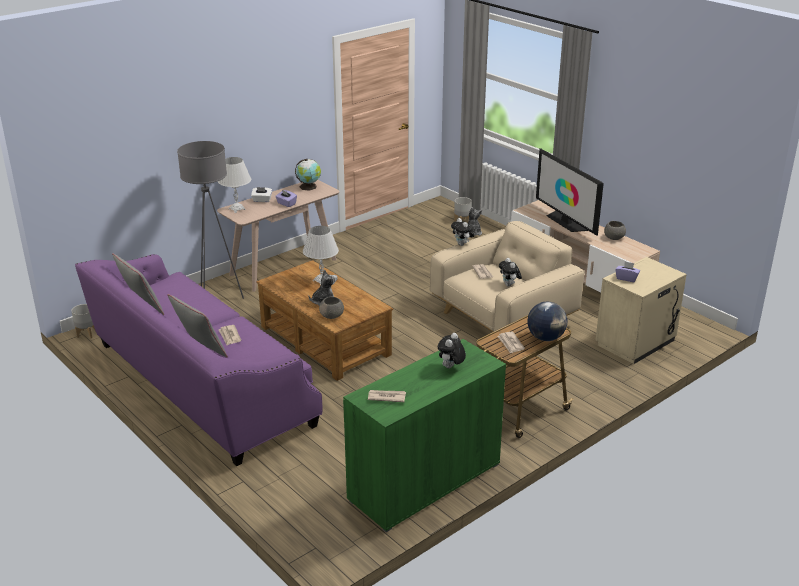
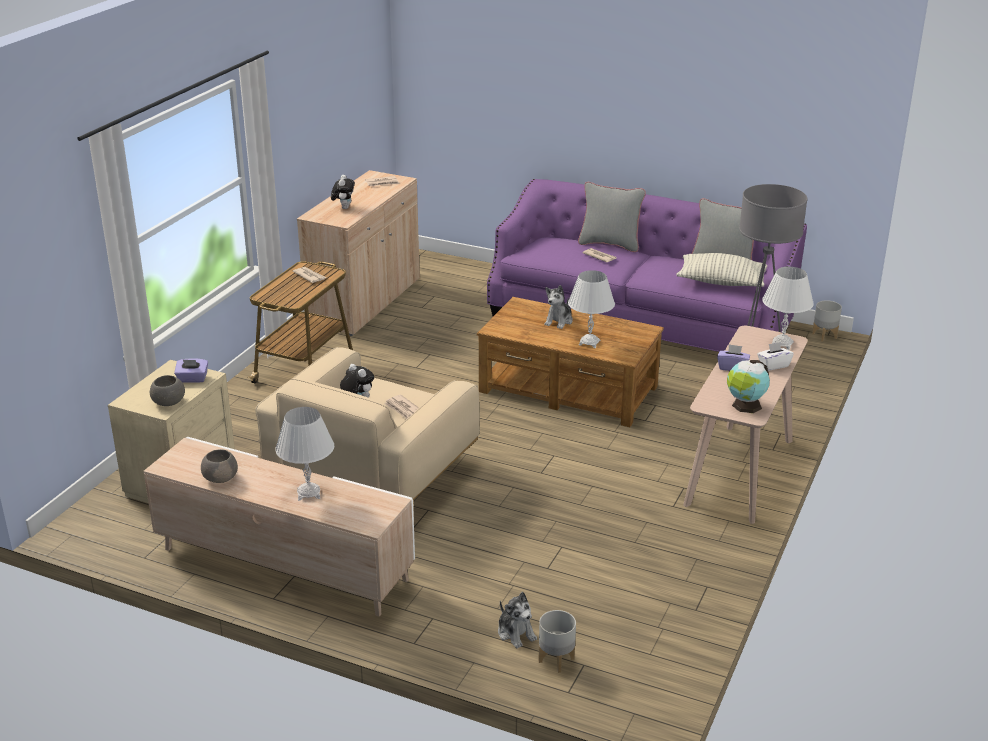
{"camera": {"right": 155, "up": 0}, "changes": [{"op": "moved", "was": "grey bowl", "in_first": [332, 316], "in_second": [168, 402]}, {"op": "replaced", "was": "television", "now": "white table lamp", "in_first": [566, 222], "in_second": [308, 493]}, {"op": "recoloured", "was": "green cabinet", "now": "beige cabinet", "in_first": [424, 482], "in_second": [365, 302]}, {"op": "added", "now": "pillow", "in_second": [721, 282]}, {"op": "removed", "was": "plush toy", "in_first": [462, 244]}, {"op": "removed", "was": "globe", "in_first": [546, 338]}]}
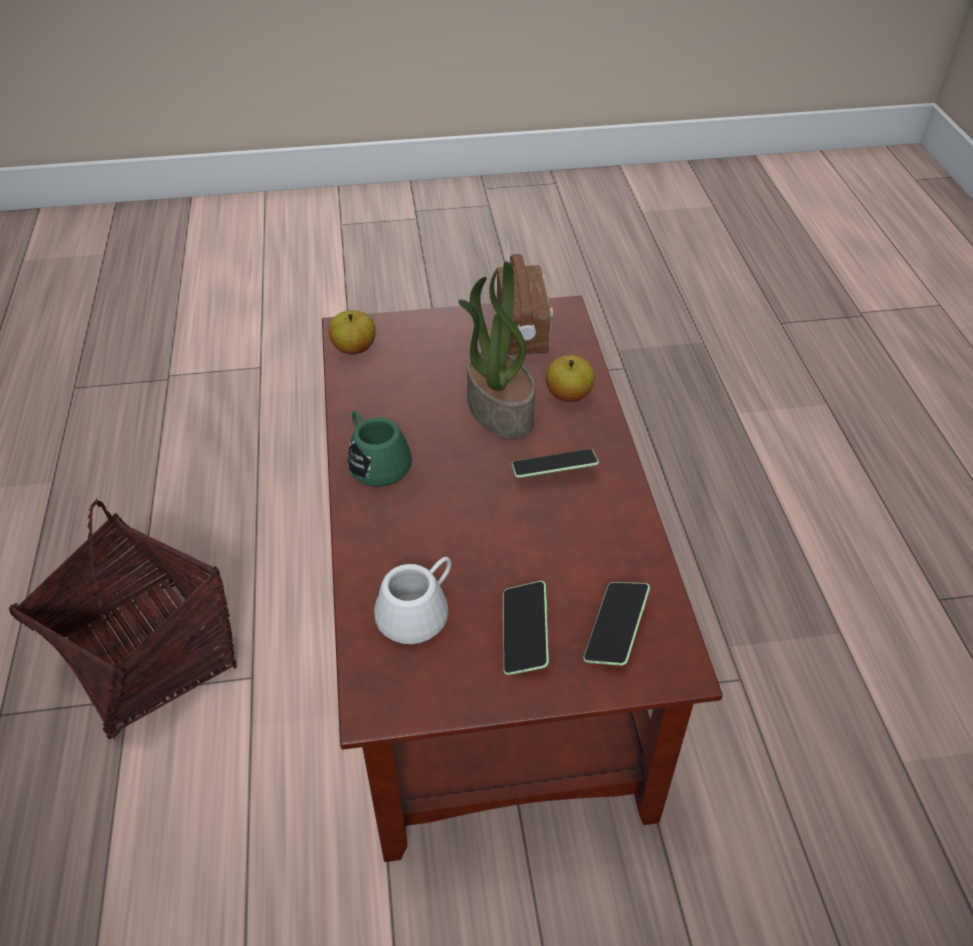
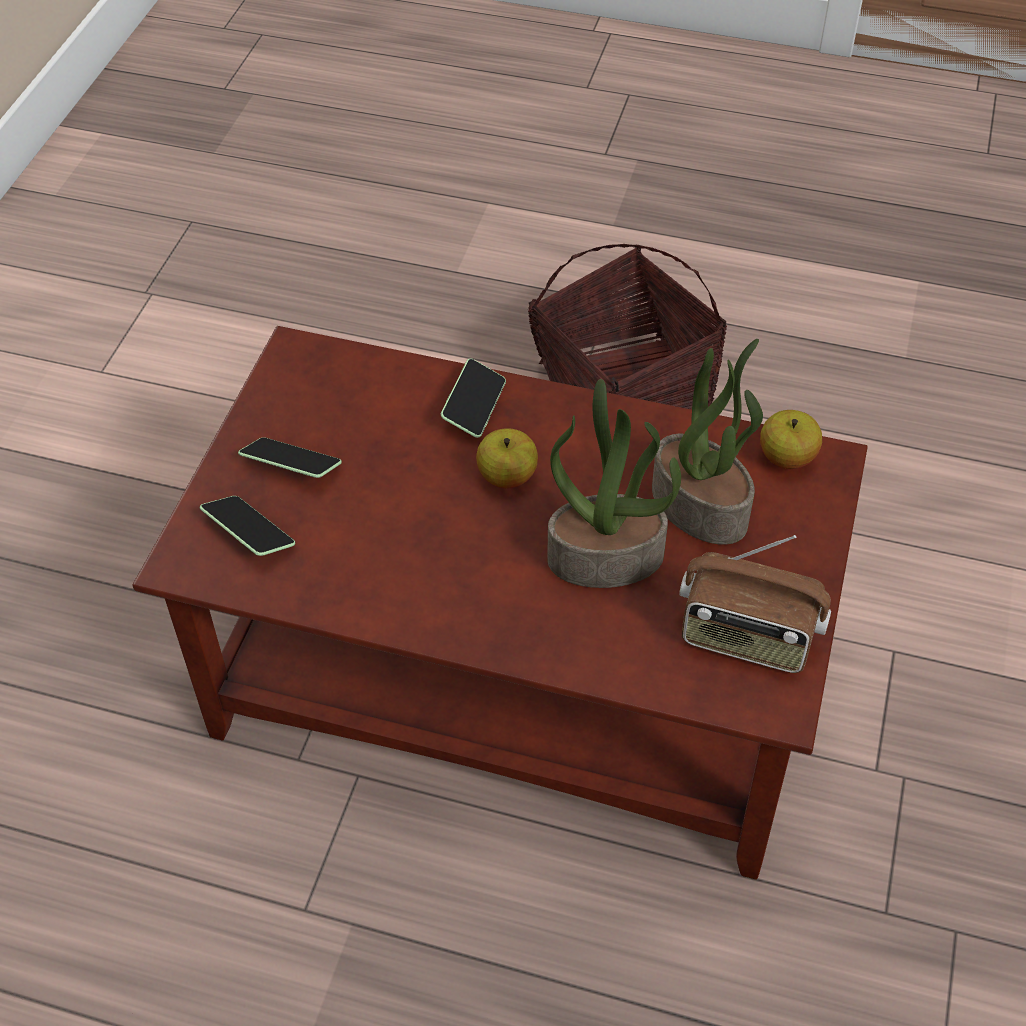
{"camera": {"right": 115, "up": 5}, "changes": [{"op": "moved", "was": "phone", "in_first": [554, 472], "in_second": [474, 407]}, {"op": "moved", "was": "apple", "in_first": [568, 395], "in_second": [507, 476]}, {"op": "added", "now": "potted plant", "in_second": [701, 506]}, {"op": "removed", "was": "green mug", "in_first": [375, 461]}, {"op": "removed", "was": "white mug", "in_first": [419, 610]}]}
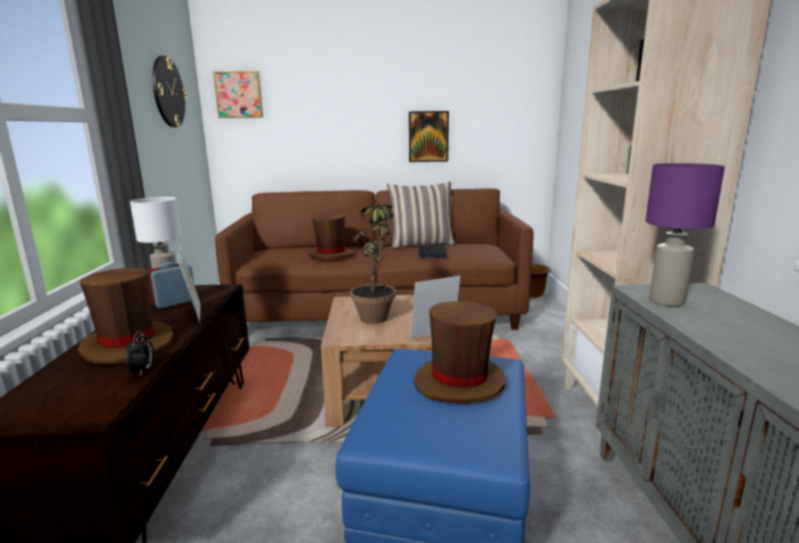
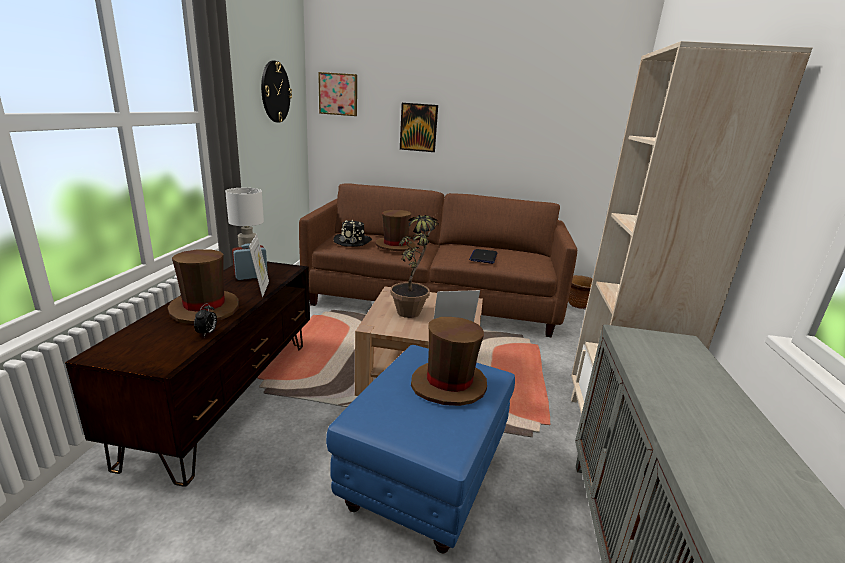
{"camera": {"right": 10, "up": 5}, "changes": [{"op": "added", "now": "black hat", "in_second": [353, 241]}, {"op": "moved", "was": "picture", "in_first": [428, 136], "in_second": [418, 127]}, {"op": "removed", "was": "pillow", "in_first": [422, 244]}, {"op": "removed", "was": "purple table lamp", "in_first": [667, 301]}]}
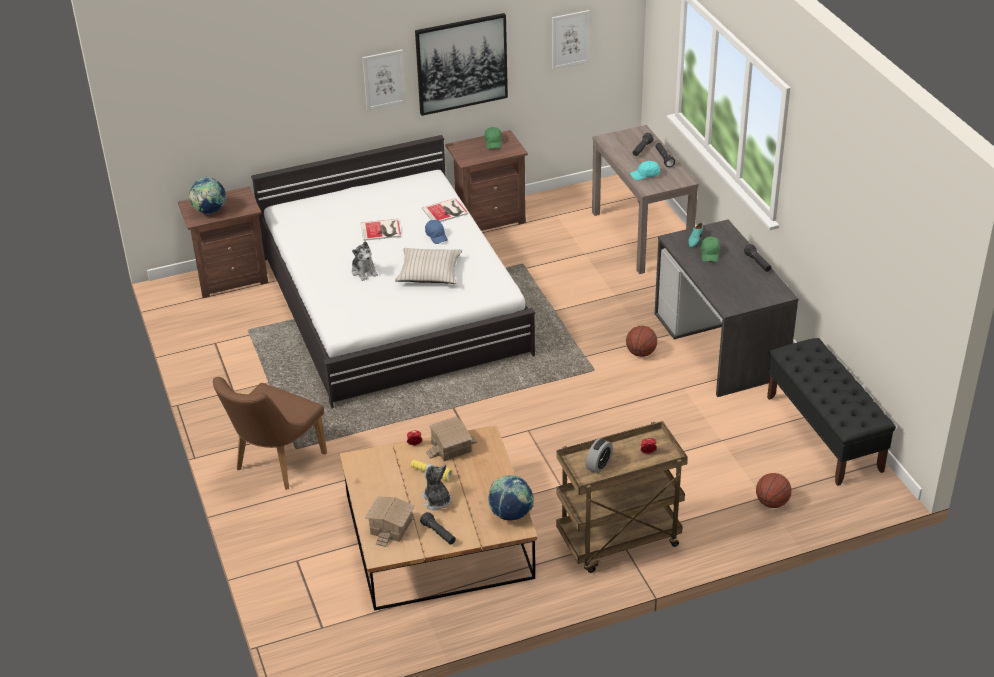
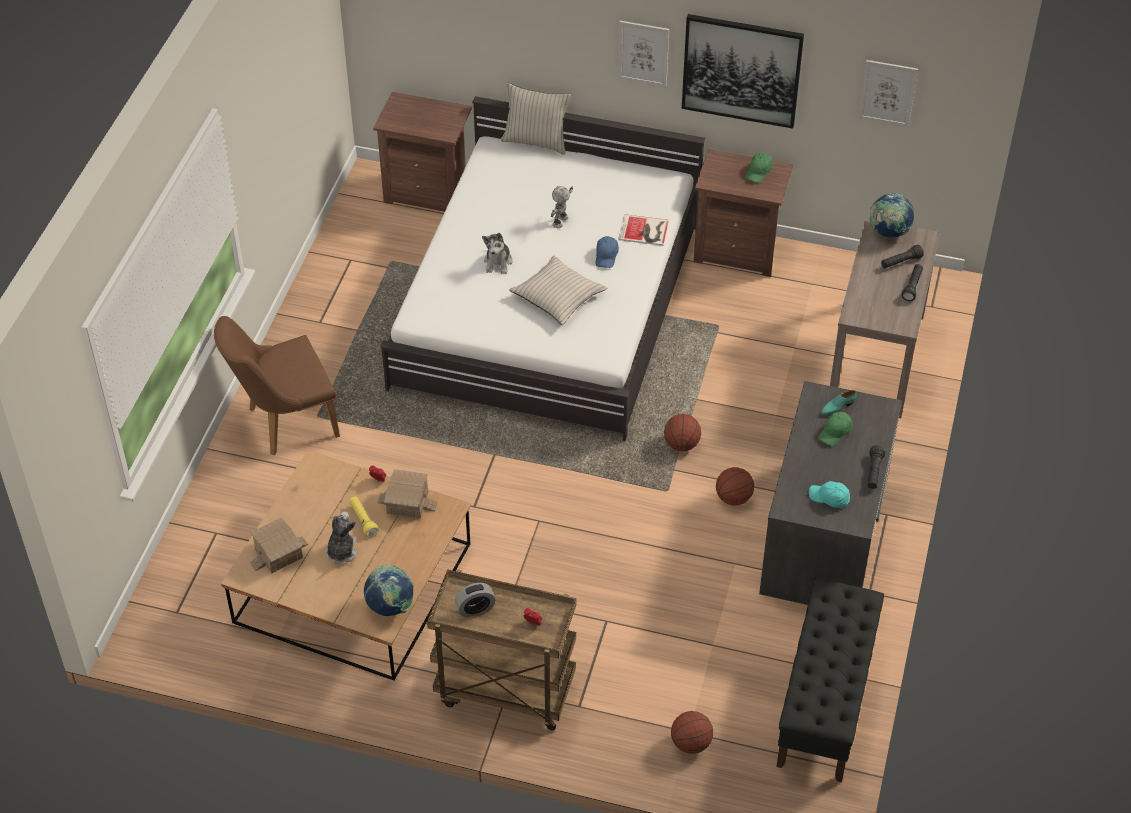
{"camera": {"right": 35, "up": 10}, "changes": [{"op": "added", "now": "beige pillow", "in_second": [536, 141]}, {"op": "replaced", "was": "book", "now": "toy robot", "in_first": [382, 230], "in_second": [561, 221]}, {"op": "added", "now": "basketball", "in_second": [681, 444]}, {"op": "moved", "was": "turquoise cap", "in_first": [645, 175], "in_second": [829, 498]}, {"op": "moved", "was": "globe", "in_first": [209, 211], "in_second": [888, 232]}, {"op": "removed", "was": "black flashlight", "in_first": [439, 534]}]}
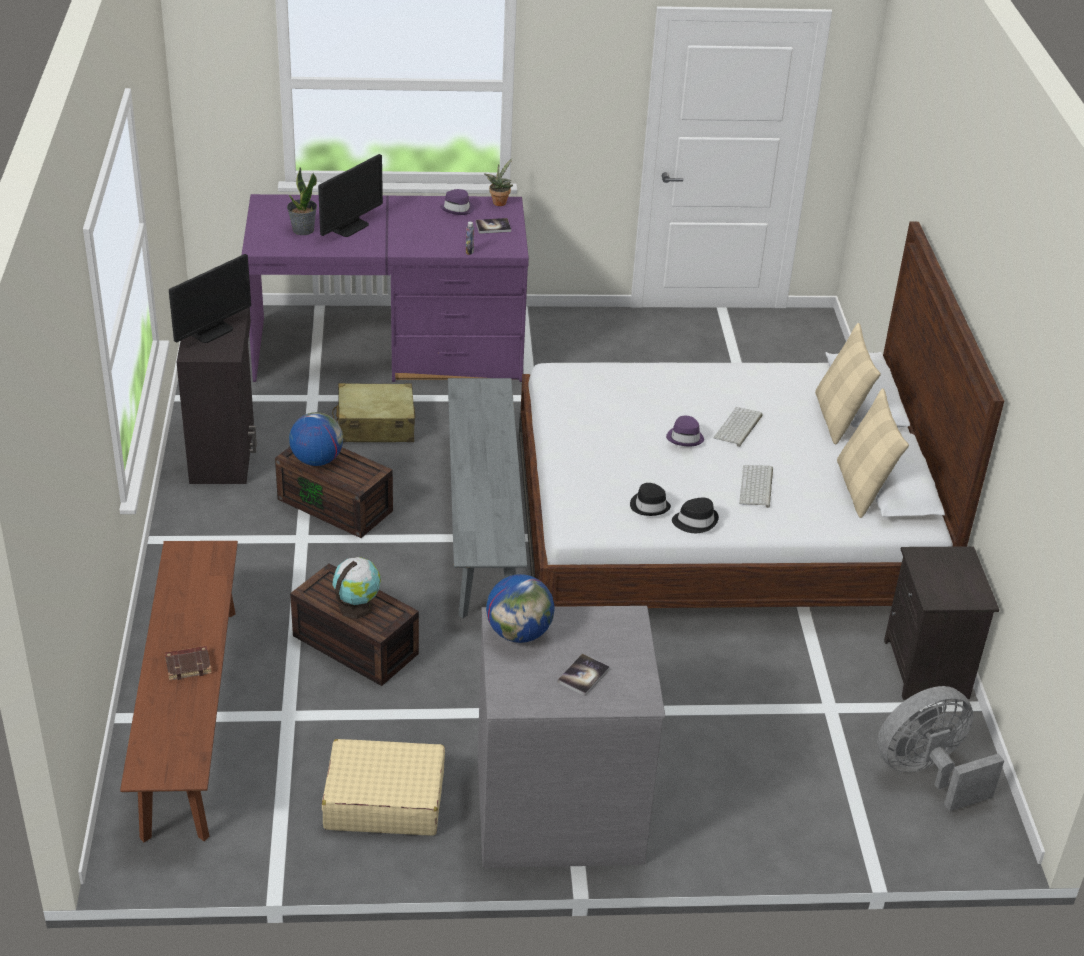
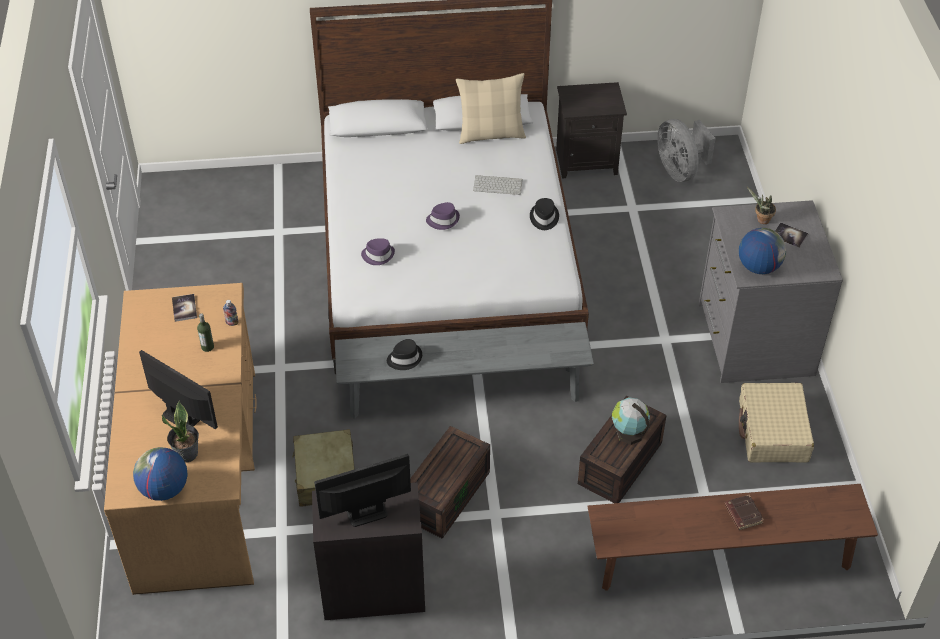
{"camera": {"right": -90, "up": 10}, "changes": [{"op": "recoloured", "was": "purple desk", "now": "brown desk", "in_first": [388, 351], "in_second": [200, 477]}, {"op": "moved", "was": "globe", "in_first": [317, 460], "in_second": [164, 489]}, {"op": "added", "now": "bottle", "in_second": [207, 347]}, {"op": "turned", "was": "monitor", "in_first": [212, 331], "in_second": [366, 512], "clockwise": -60}, {"op": "moved", "was": "purple hat", "in_first": [458, 209], "in_second": [378, 255]}, {"op": "moved", "was": "black hat", "in_first": [649, 506], "in_second": [404, 358]}, {"op": "moved", "was": "potted plant", "in_first": [499, 202], "in_second": [761, 220]}, {"op": "removed", "was": "keyboard", "in_first": [738, 427]}, {"op": "removed", "was": "beige pillow", "in_first": [838, 418]}]}
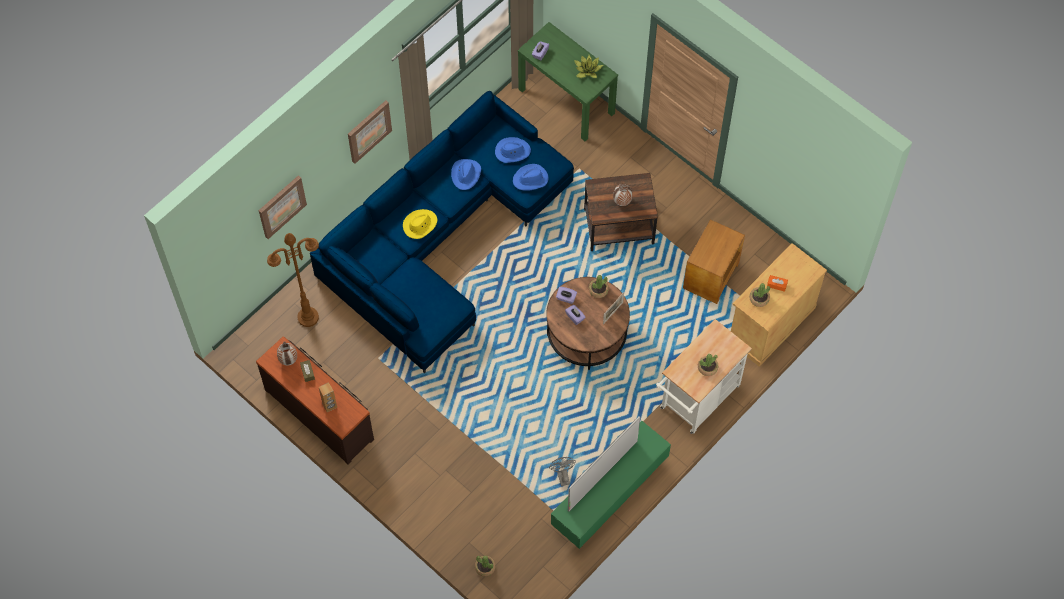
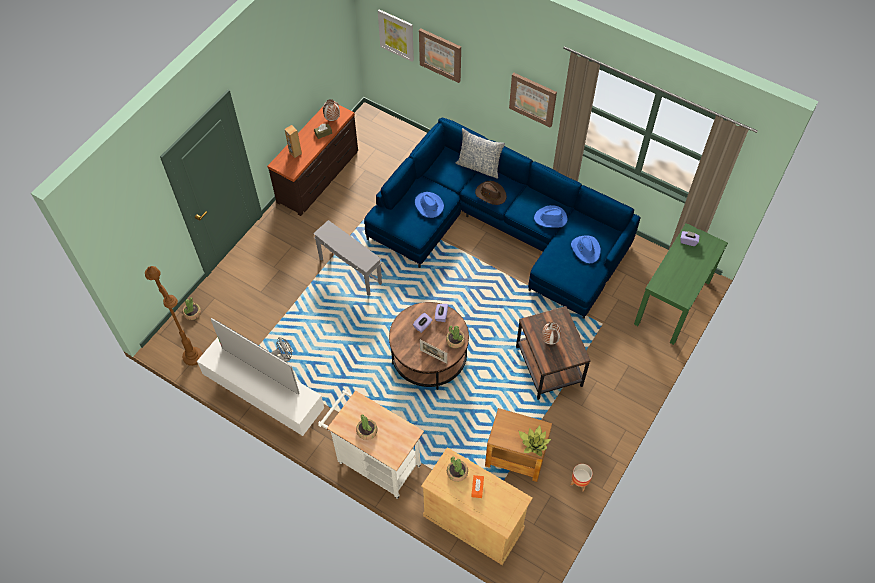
{"camera": {"right": 80, "up": -5}, "changes": [{"op": "moved", "was": "brown floor lamp", "in_first": [308, 317], "in_second": [192, 356]}, {"op": "recoloured", "was": "green tv stand", "now": "white tv stand", "in_first": [608, 498], "in_second": [266, 399]}, {"op": "added", "now": "grey side table", "in_second": [350, 271]}, {"op": "added", "now": "picture", "in_second": [396, 35]}, {"op": "moved", "was": "blue hat", "in_first": [530, 179], "in_second": [428, 205]}, {"op": "added", "now": "pillow", "in_second": [479, 166]}, {"op": "recoloured", "was": "yellow hat", "now": "brown hat", "in_first": [420, 224], "in_second": [490, 194]}, {"op": "moved", "was": "potted plant", "in_first": [587, 70], "in_second": [534, 443]}, {"op": "added", "now": "planter", "in_second": [579, 482]}]}
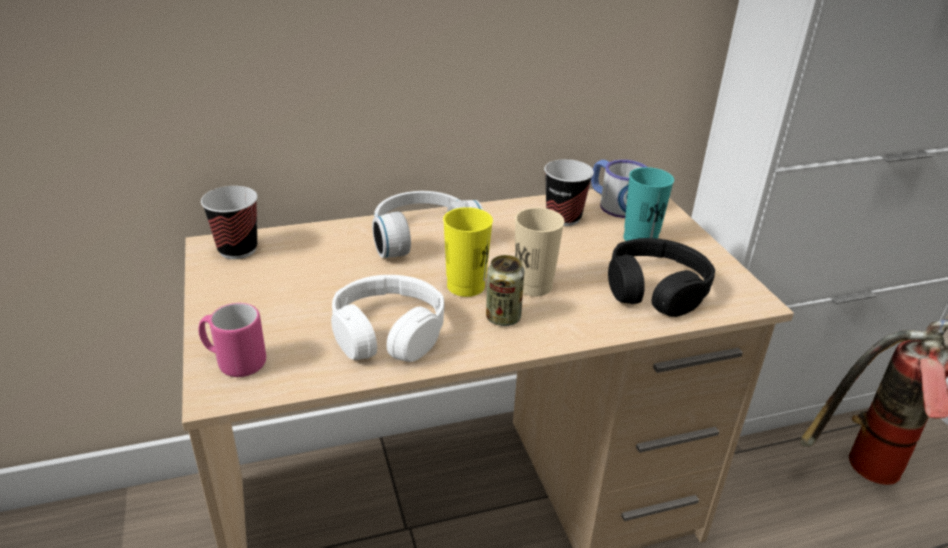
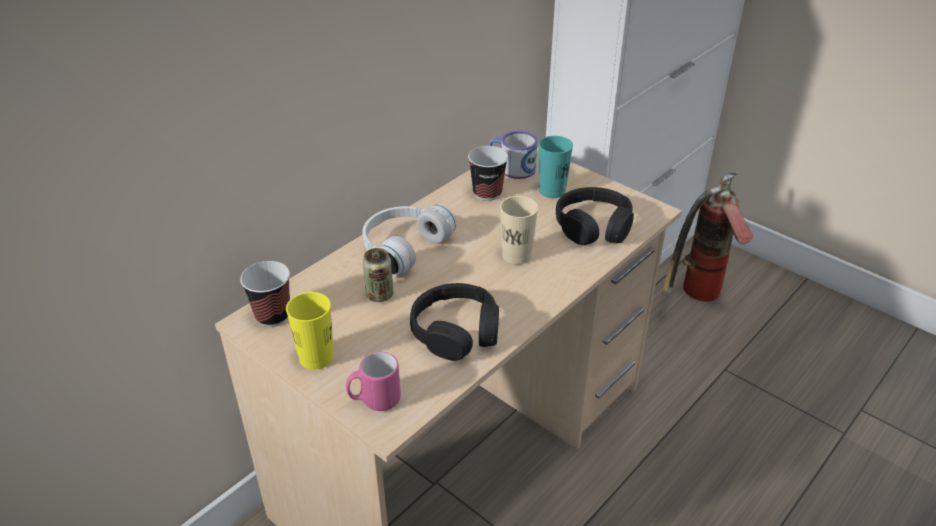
{"camera": {"right": -30, "up": 5}, "changes": [{"op": "moved", "was": "yellow cup", "in_first": [465, 286], "in_second": [316, 357]}, {"op": "moved", "was": "can", "in_first": [503, 318], "in_second": [379, 295]}, {"op": "recoloured", "was": "white headphones", "now": "black headphones", "in_first": [388, 333], "in_second": [456, 331]}]}
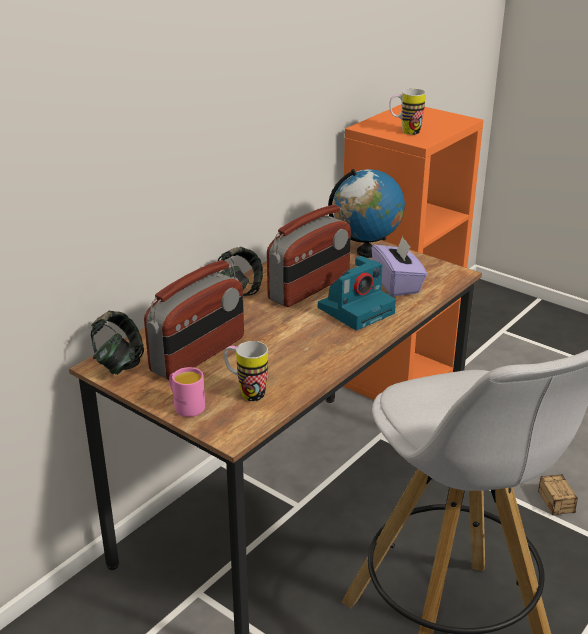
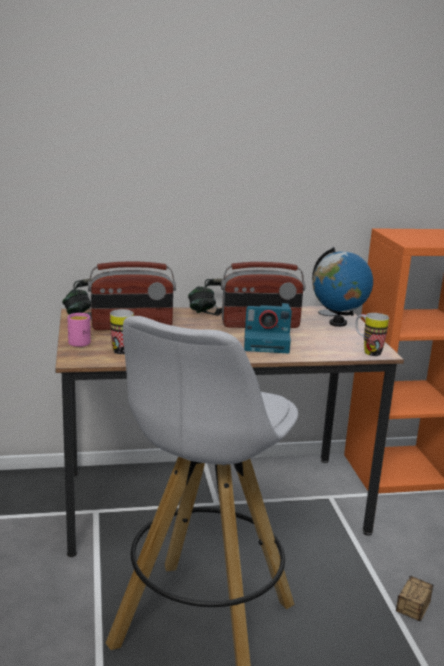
{"camera": {"right": 40, "up": -10}, "changes": [{"op": "moved", "was": "mug", "in_first": [405, 132], "in_second": [367, 351]}, {"op": "removed", "was": "purple tissue box", "in_first": [397, 284]}]}
